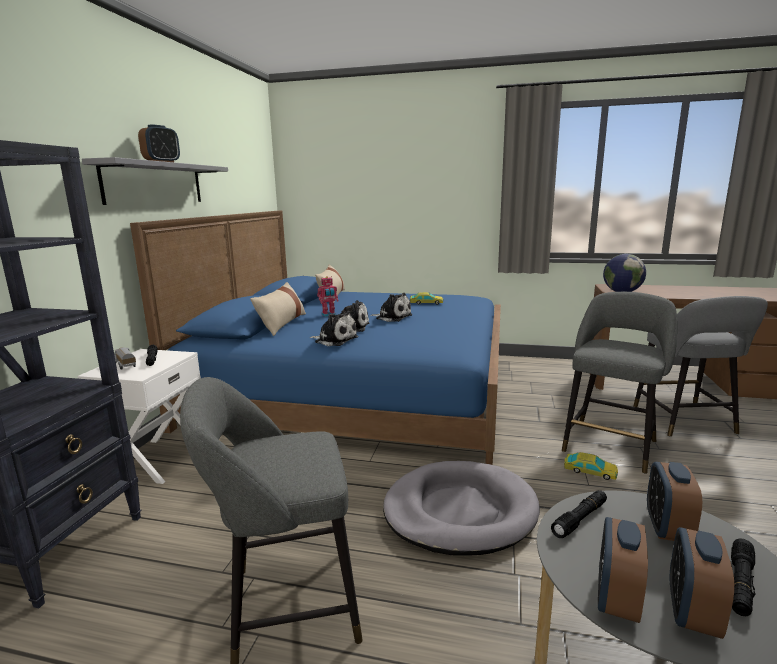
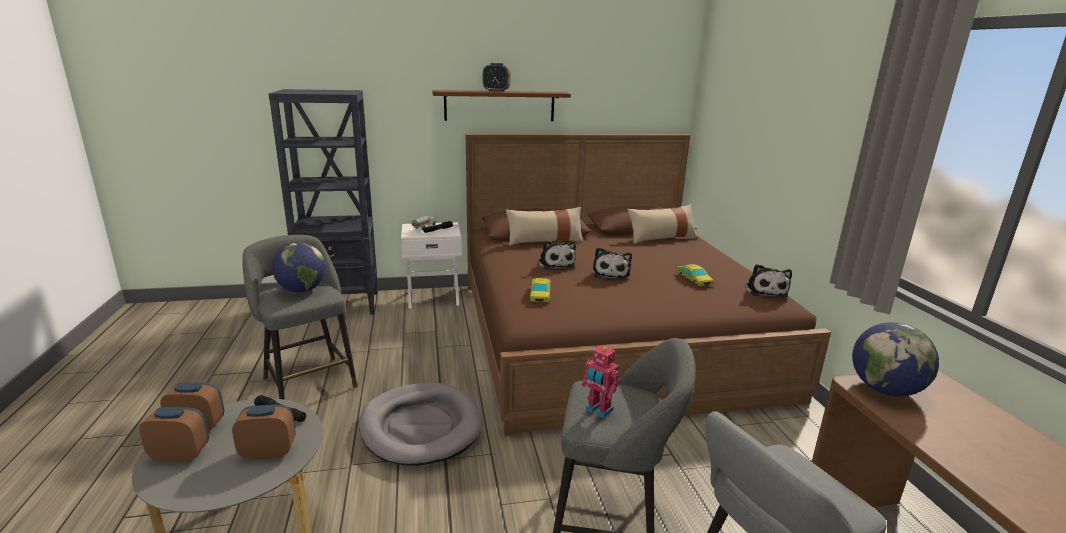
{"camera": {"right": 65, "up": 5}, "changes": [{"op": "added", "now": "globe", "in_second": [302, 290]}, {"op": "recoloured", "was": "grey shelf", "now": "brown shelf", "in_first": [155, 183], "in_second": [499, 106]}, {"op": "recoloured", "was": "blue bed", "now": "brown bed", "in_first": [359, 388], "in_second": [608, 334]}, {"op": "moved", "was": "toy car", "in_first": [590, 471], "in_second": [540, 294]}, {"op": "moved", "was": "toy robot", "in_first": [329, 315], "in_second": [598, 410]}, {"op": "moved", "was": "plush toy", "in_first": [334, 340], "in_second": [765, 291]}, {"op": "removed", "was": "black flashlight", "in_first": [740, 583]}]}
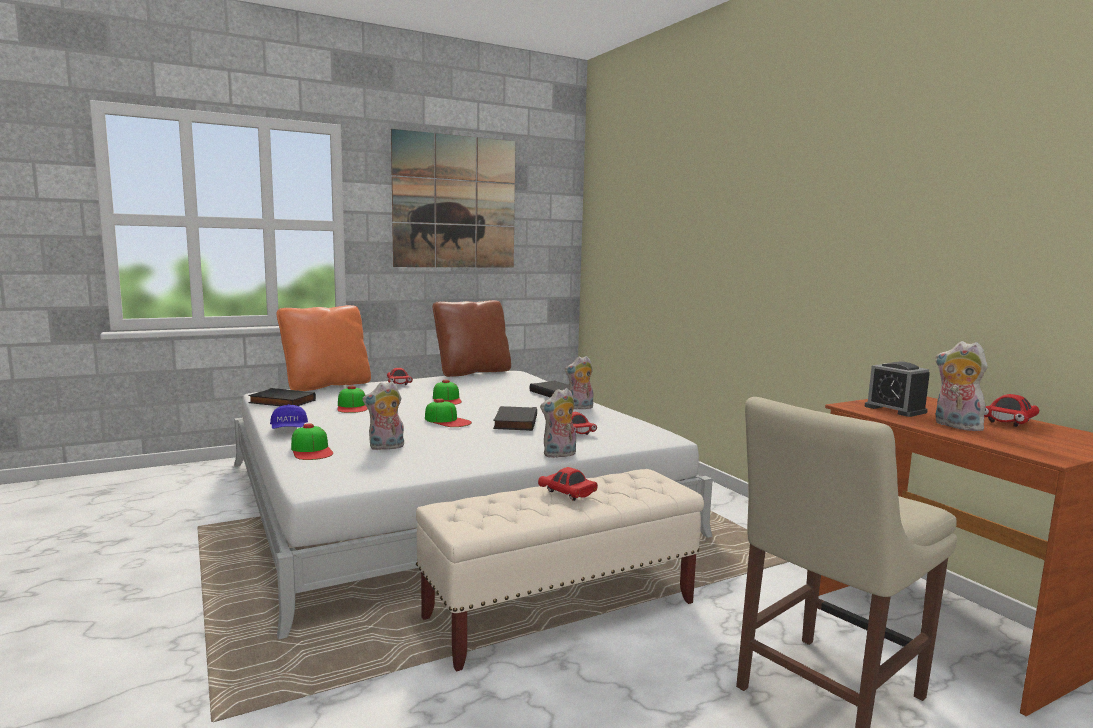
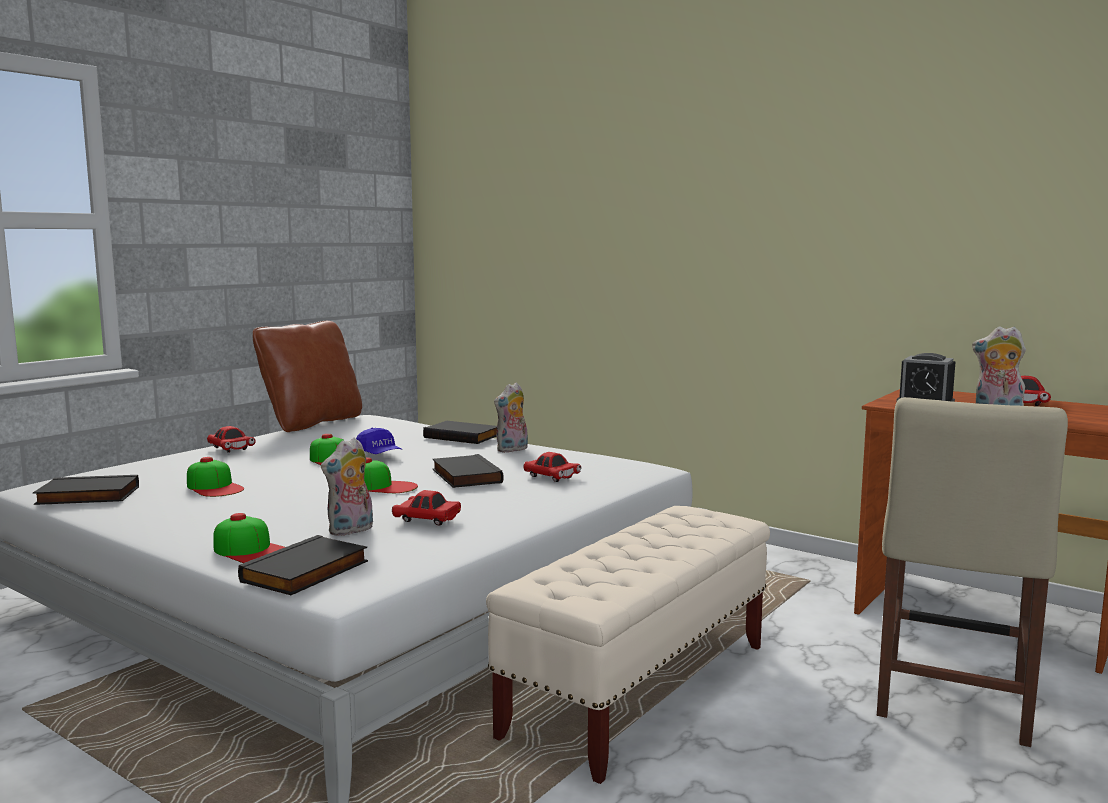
{"camera": {"right": -25, "up": 0}, "changes": [{"op": "added", "now": "black book", "in_second": [306, 572]}, {"op": "moved", "was": "blue cap", "in_first": [289, 429], "in_second": [379, 455]}, {"op": "moved", "was": "red toy car", "in_first": [568, 493], "in_second": [427, 520]}, {"op": "removed", "was": "orange pillow", "in_first": [326, 385]}, {"op": "removed", "was": "picture", "in_first": [455, 202]}, {"op": "removed", "was": "plush toy", "in_first": [559, 455]}]}
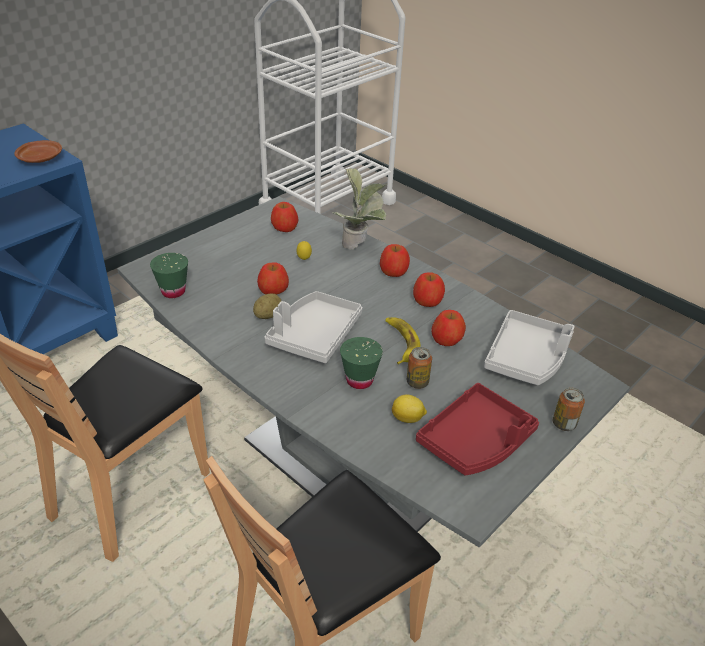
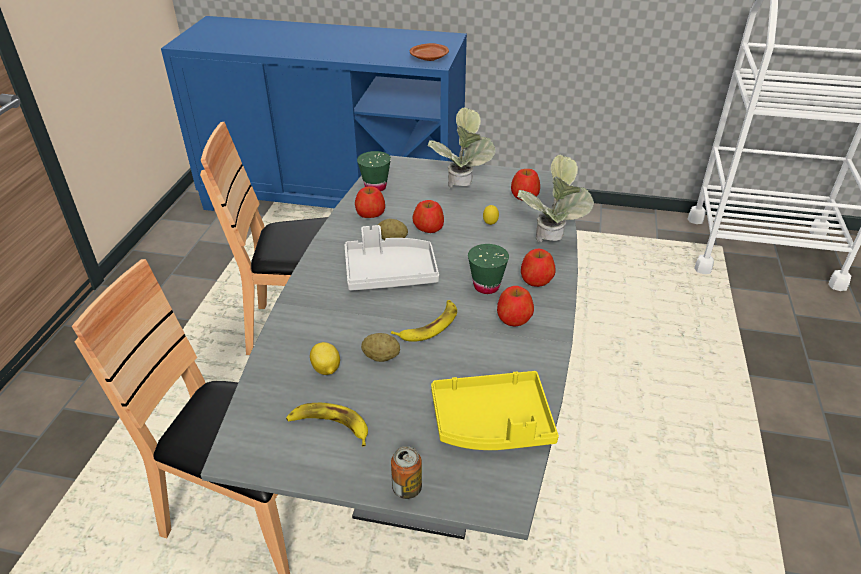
{"camera": {"right": 60, "up": 0}, "changes": [{"op": "replaced", "was": "red tray", "now": "banana", "in_first": [476, 441], "in_second": [329, 426]}, {"op": "moved", "was": "apple", "in_first": [447, 339], "in_second": [370, 213]}, {"op": "replaced", "was": "can", "now": "potato", "in_first": [417, 382], "in_second": [381, 357]}, {"op": "added", "now": "potted plant", "in_second": [461, 190]}, {"op": "recoloured", "was": "grey tray", "now": "yellow tray", "in_first": [527, 358], "in_second": [492, 423]}, {"op": "moved", "was": "green cup", "in_first": [359, 380], "in_second": [486, 286]}]}
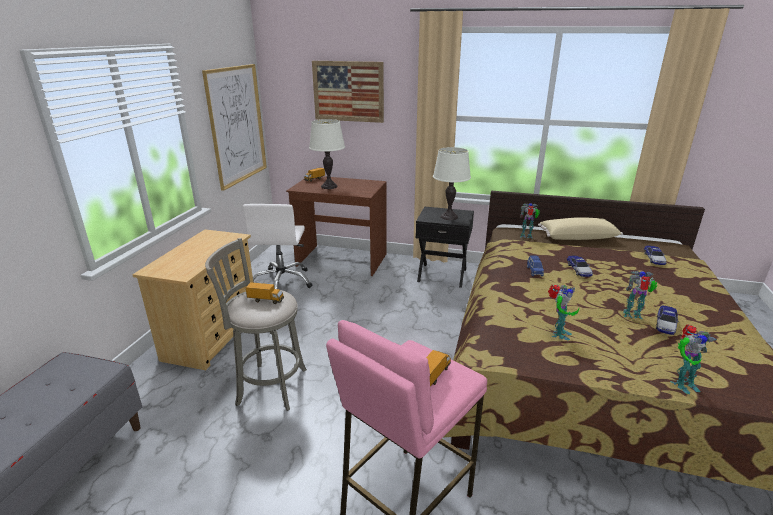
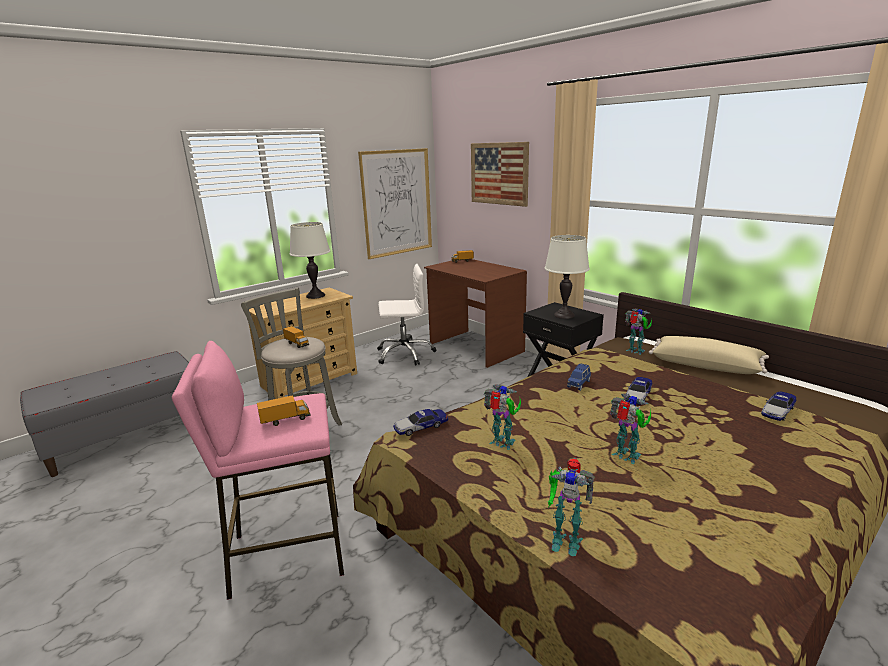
{"camera": {"right": 35, "up": -5}, "changes": [{"op": "moved", "was": "white table lamp", "in_first": [329, 186], "in_second": [315, 295]}, {"op": "turned", "was": "white office chair", "in_first": [282, 282], "in_second": [405, 354], "clockwise": -135}, {"op": "moved", "was": "toy car", "in_first": [665, 324], "in_second": [421, 427]}, {"op": "turned", "was": "toy robot", "in_first": [558, 334], "in_second": [502, 444], "clockwise": -120}]}
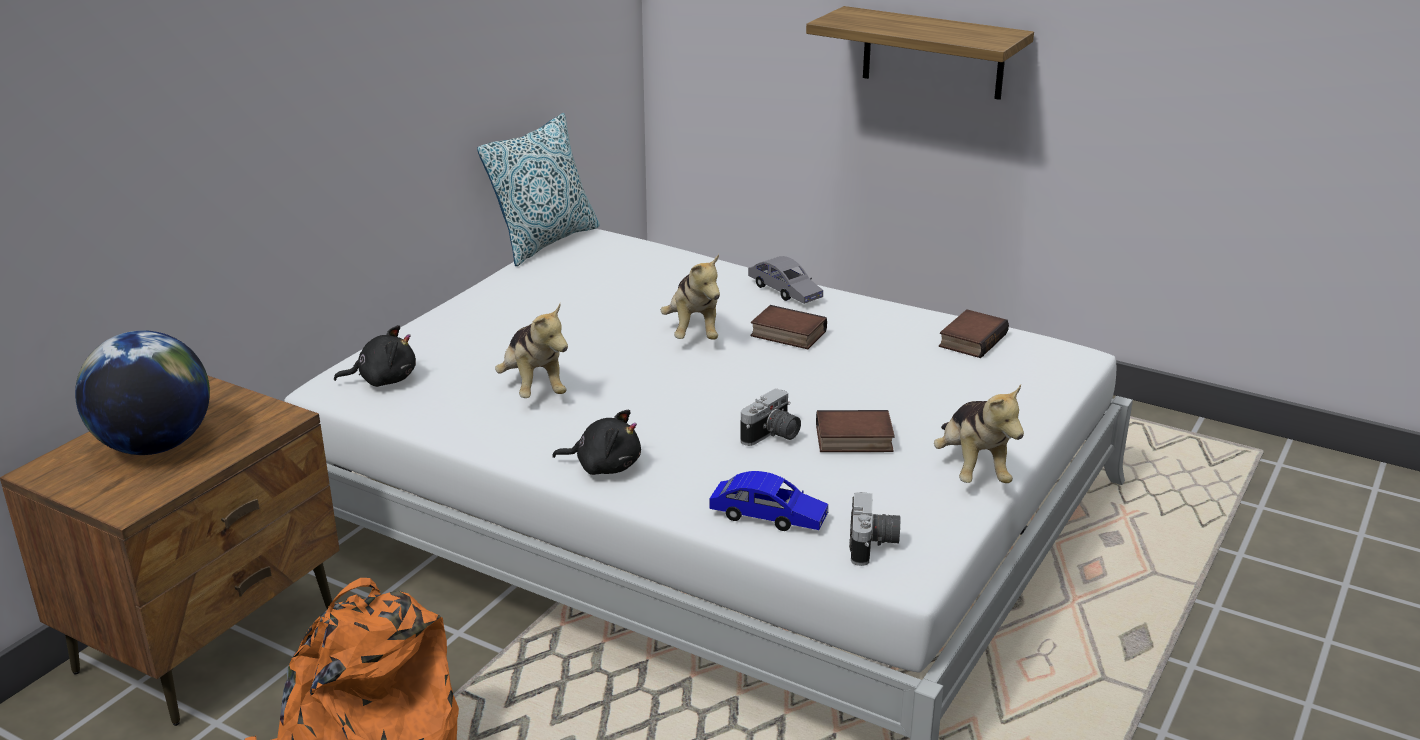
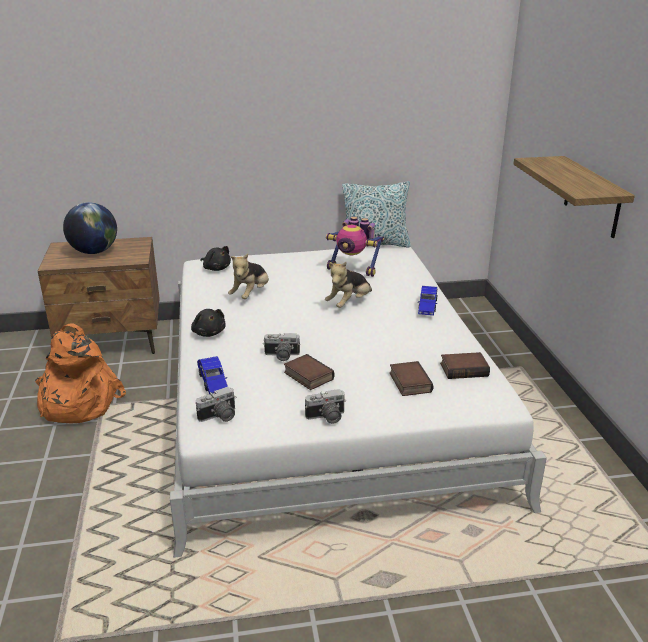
{"camera": {"right": 50, "up": 0}, "changes": [{"op": "replaced", "was": "plush toy", "now": "photo camera", "in_first": [972, 469], "in_second": [326, 418]}, {"op": "added", "now": "toy robot", "in_second": [353, 270]}, {"op": "moved", "was": "book", "in_first": [786, 334], "in_second": [408, 382]}, {"op": "recoloured", "was": "grey toy car", "now": "blue toy car", "in_first": [784, 291], "in_second": [427, 306]}]}
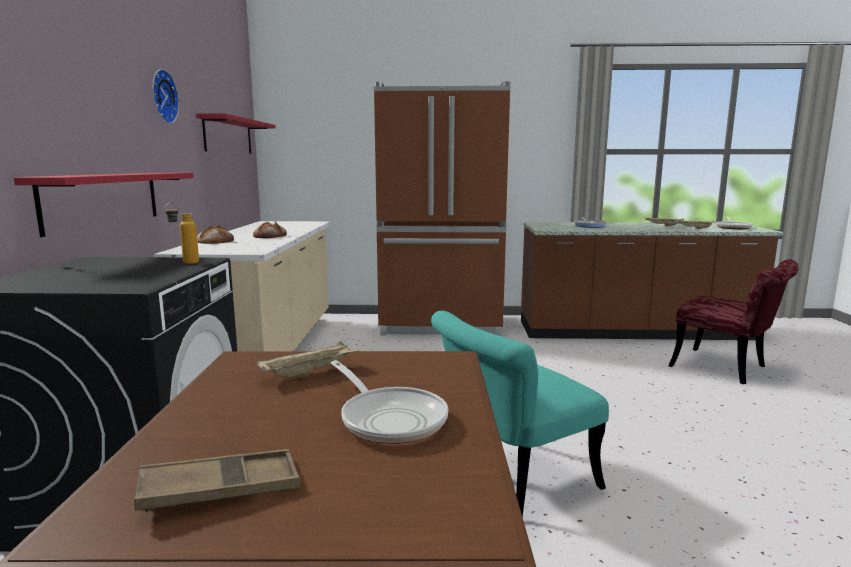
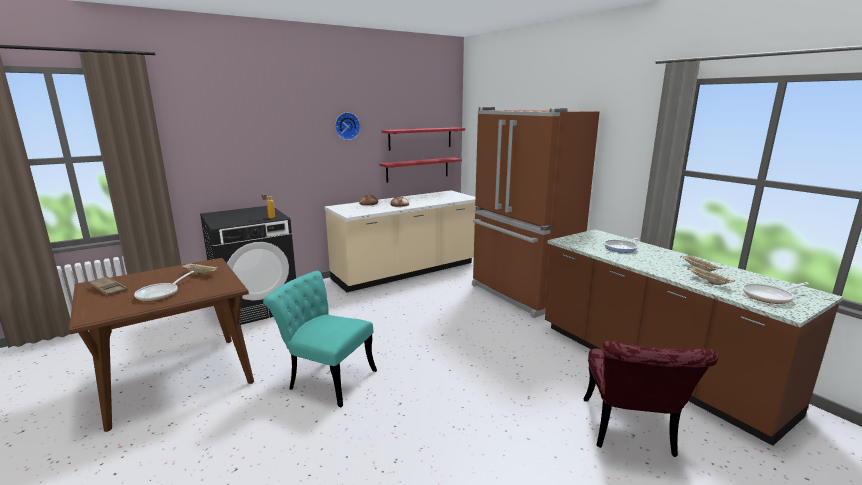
{"camera": {"right": 55, "up": 5}, "changes": [{"op": "moved", "was": "red shelf", "in_first": [104, 199], "in_second": [417, 169]}]}
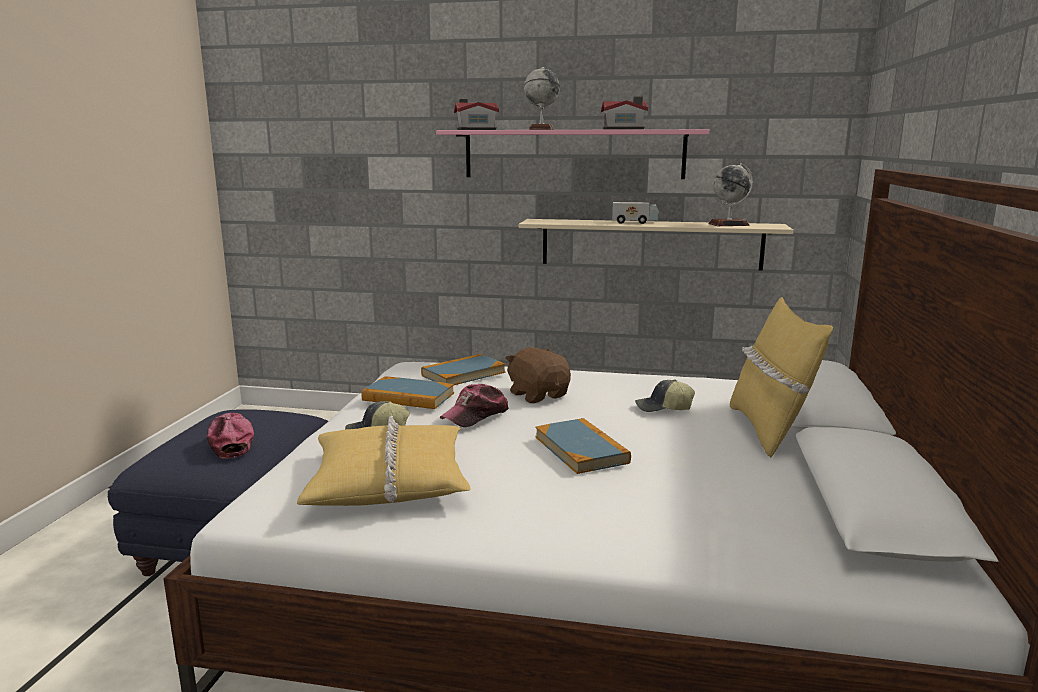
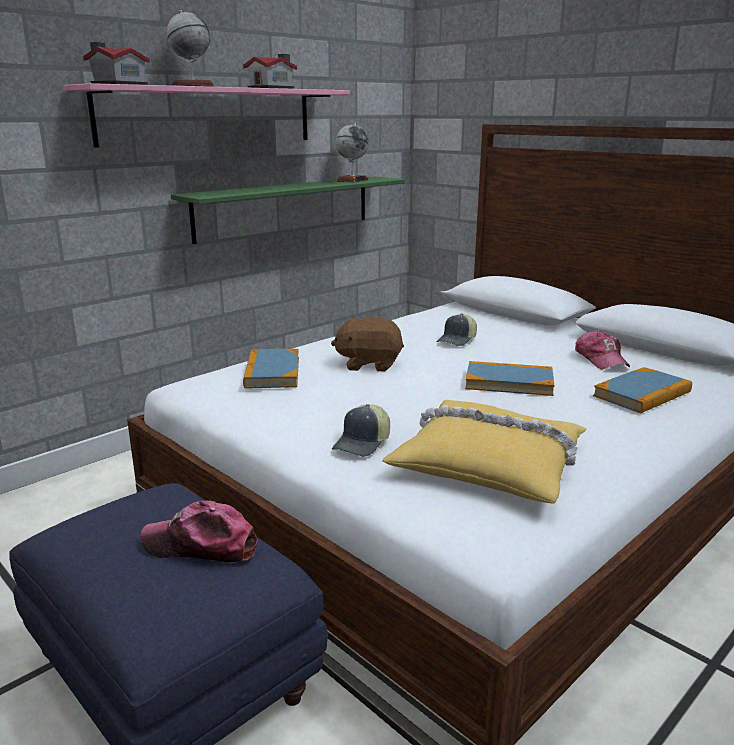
{"camera": {"right": -55, "up": 5}, "changes": [{"op": "recoloured", "was": "beige shelf", "now": "green shelf", "in_first": [650, 244], "in_second": [285, 207]}, {"op": "moved", "was": "cap", "in_first": [475, 415], "in_second": [600, 359]}, {"op": "moved", "was": "book", "in_first": [408, 397], "in_second": [642, 394]}, {"op": "removed", "was": "toy truck", "in_first": [635, 222]}, {"op": "removed", "was": "yellow pillow", "in_first": [769, 430]}]}
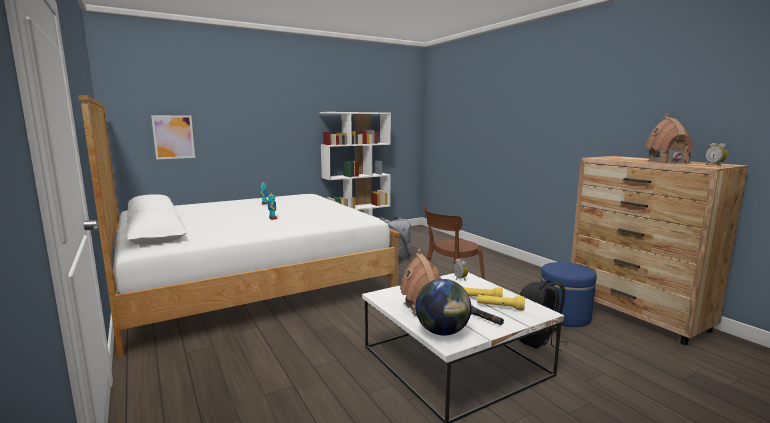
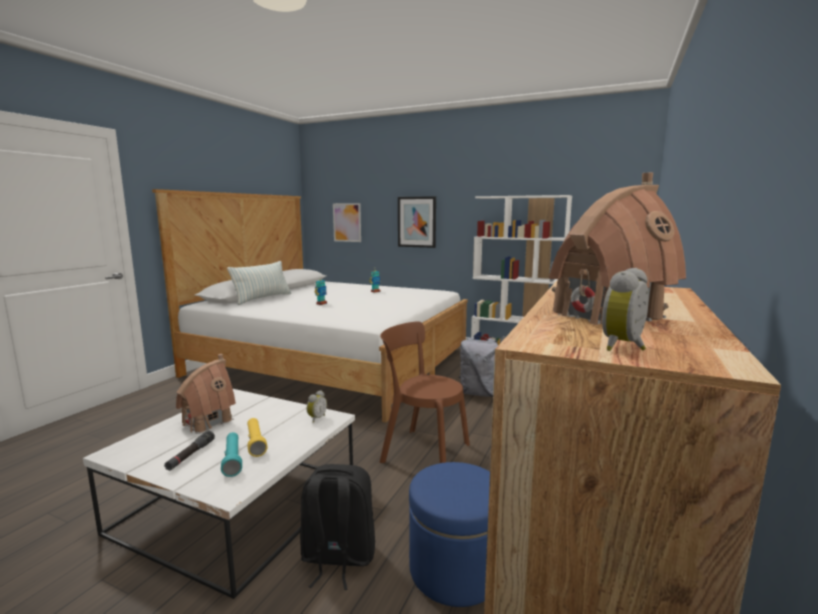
{"camera": {"right": 55, "up": 0}, "changes": [{"op": "recoloured", "was": "yellow flashlight", "now": "turquoise flashlight", "in_first": [500, 307], "in_second": [232, 460]}, {"op": "added", "now": "pillow", "in_second": [262, 299]}, {"op": "added", "now": "picture", "in_second": [417, 222]}, {"op": "removed", "was": "globe", "in_first": [442, 332]}]}
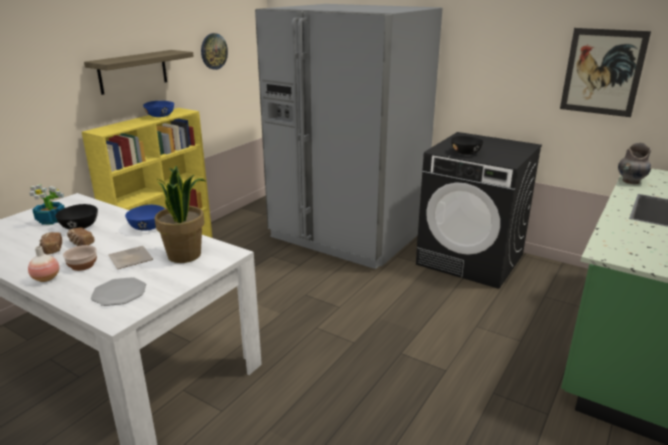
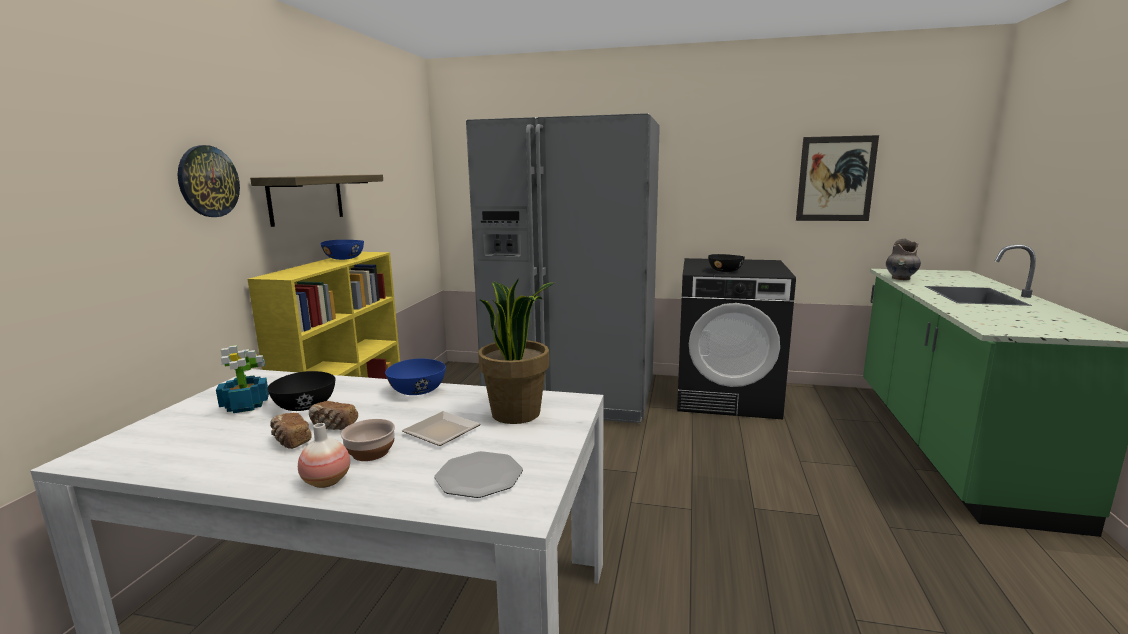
{"camera": {"right": -20, "up": -10}, "changes": [{"op": "moved", "was": "wall clock", "in_first": [213, 51], "in_second": [208, 181]}]}
